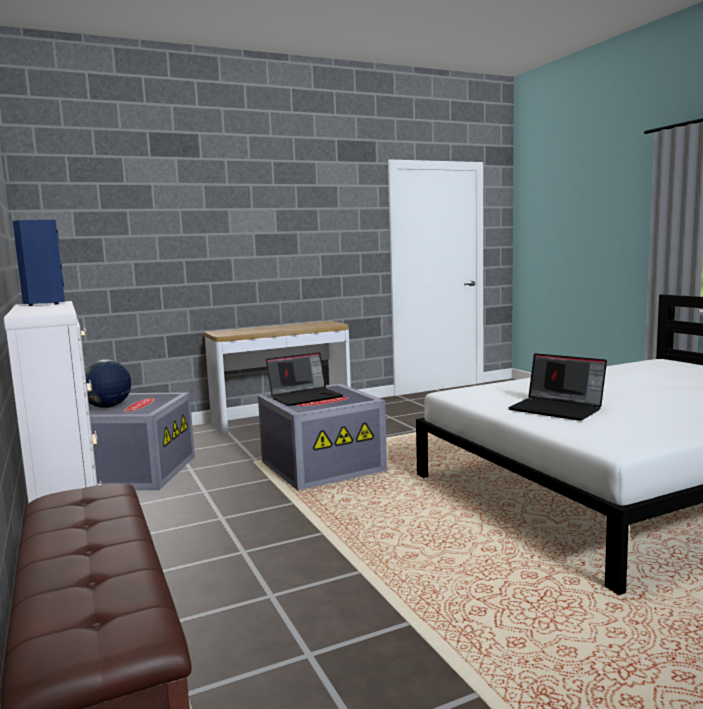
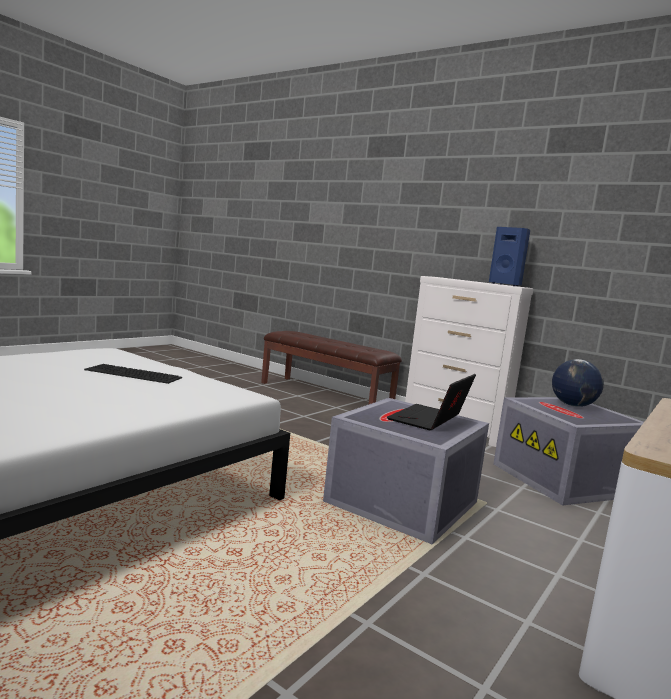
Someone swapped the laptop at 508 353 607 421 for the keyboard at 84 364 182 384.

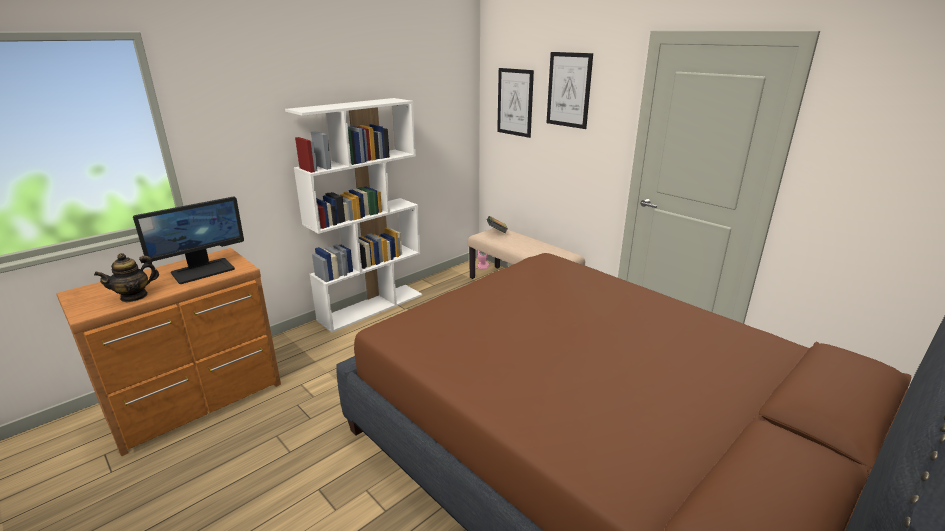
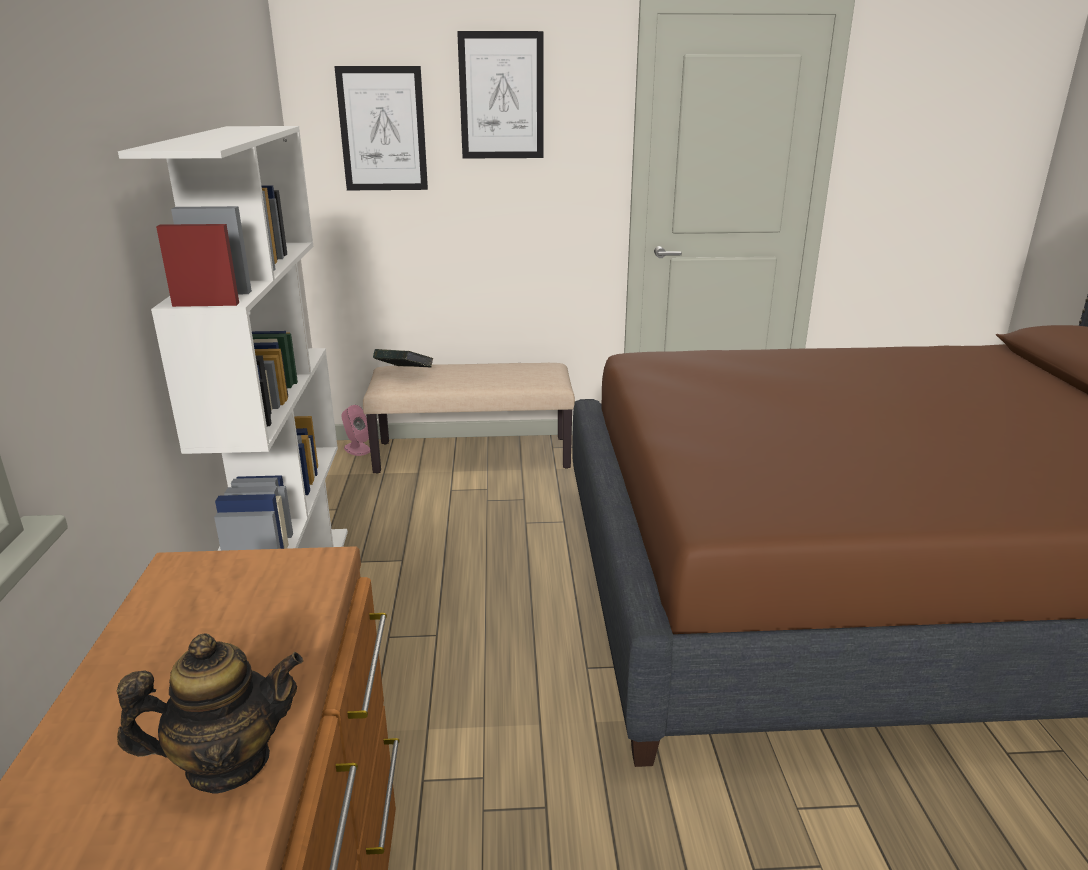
Someone rotated the teapot at 94 253 159 302 by 105 degrees counterclockwise.
Someone took away the monitor at 133 196 244 284.

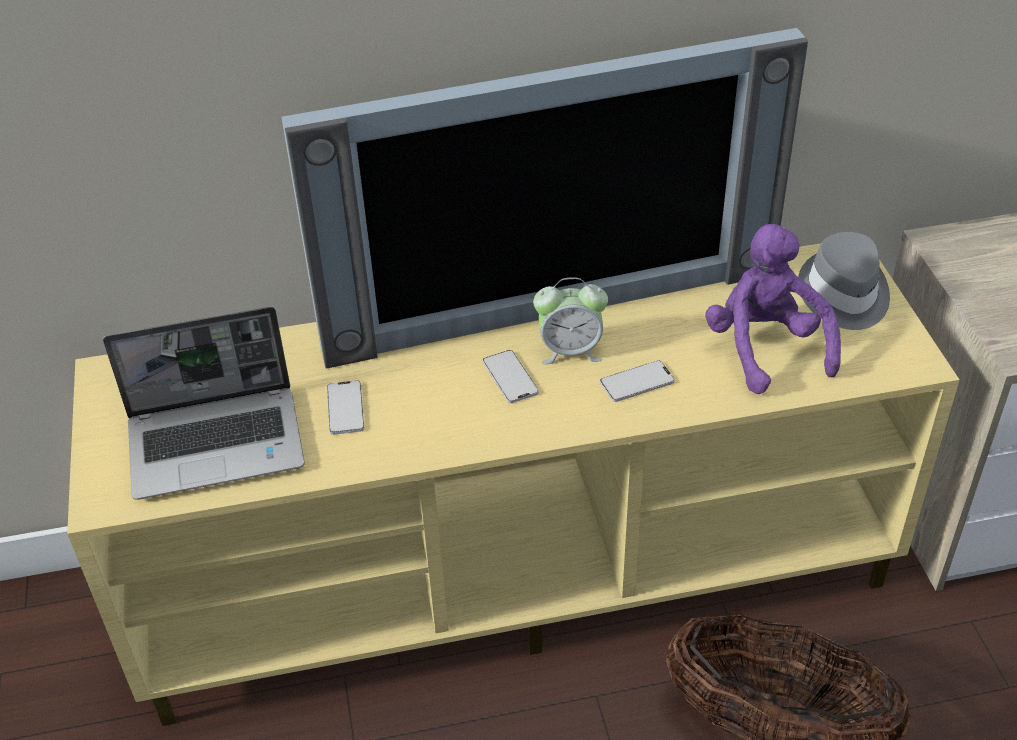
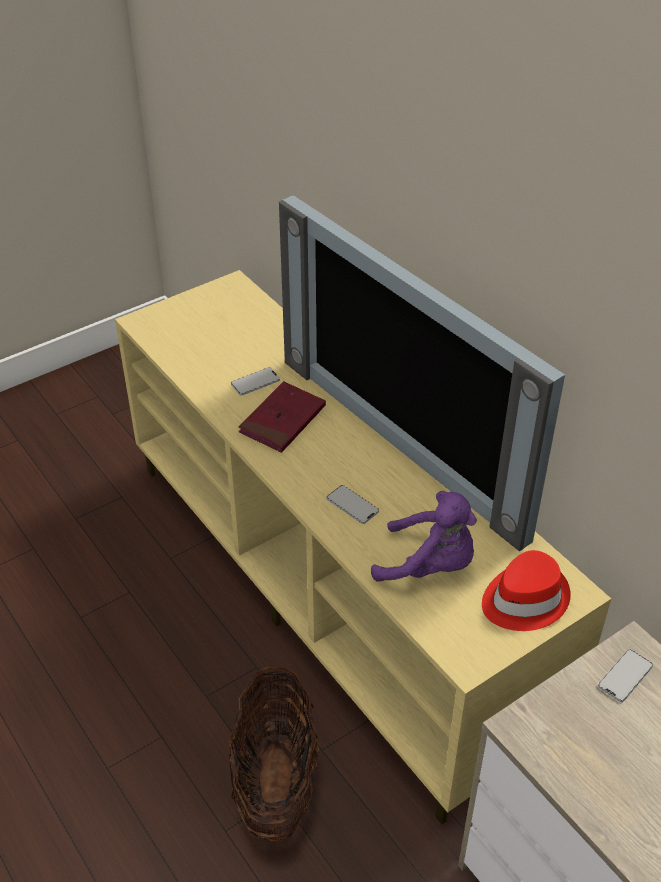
Someone put down the red book at 239 381 326 453.
Someone rotated the purple plush toy at 705 224 841 394 by 60 degrees clockwise.
Someone repainted the grey hat at 798 232 890 330, which became the red hat at 482 550 571 631.
Someone carried the phone from 483 350 539 403 to 598 649 653 702.
Someone took away the laptop at 103 307 305 500.
Someone took away the alarm clock at 533 277 608 364.

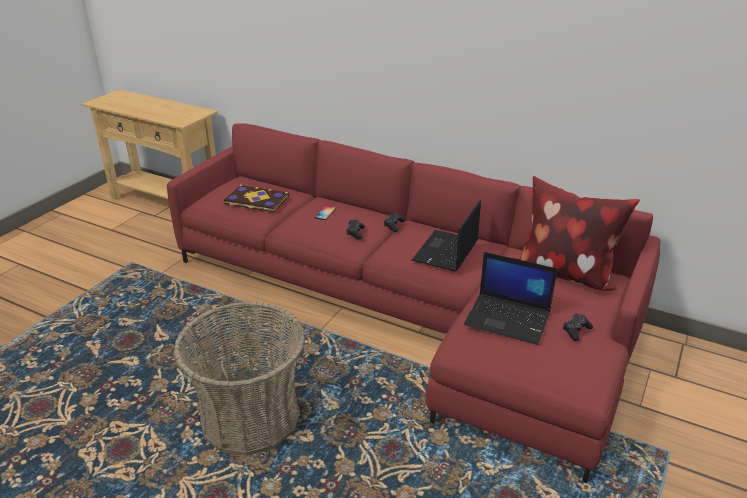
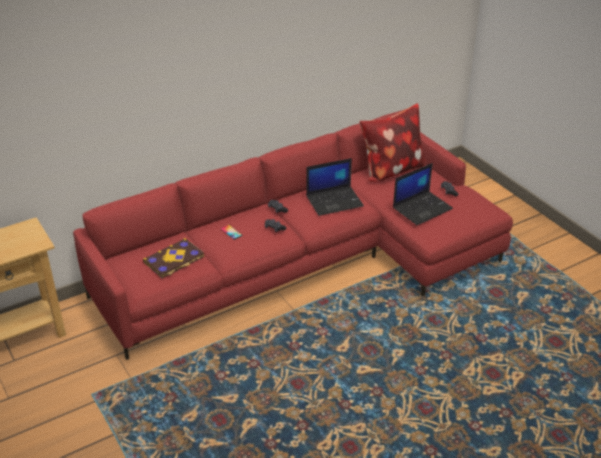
Someone rotated the laptop at 411 200 481 272 by 75 degrees counterclockwise.
Someone took away the basket at 174 302 305 456.

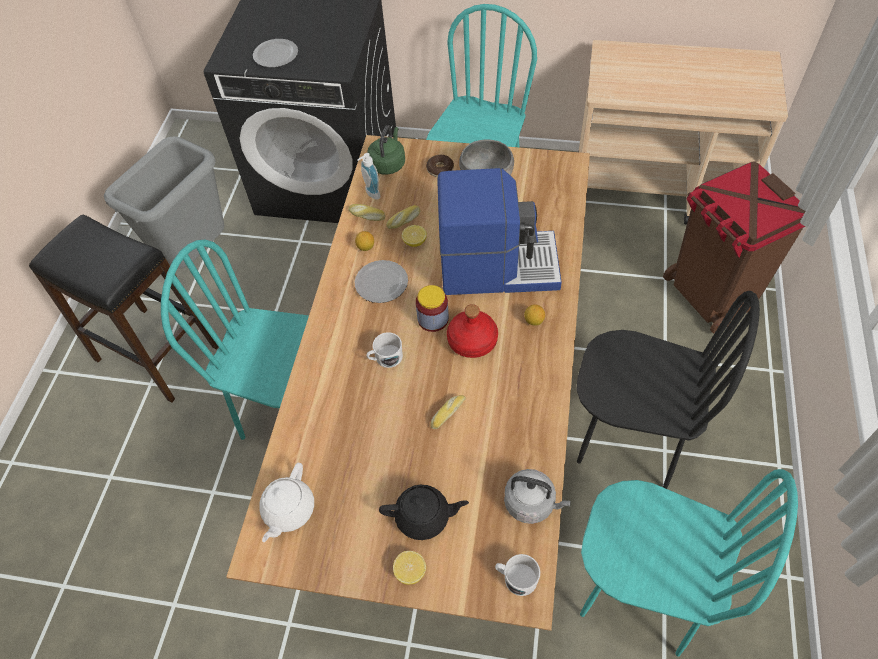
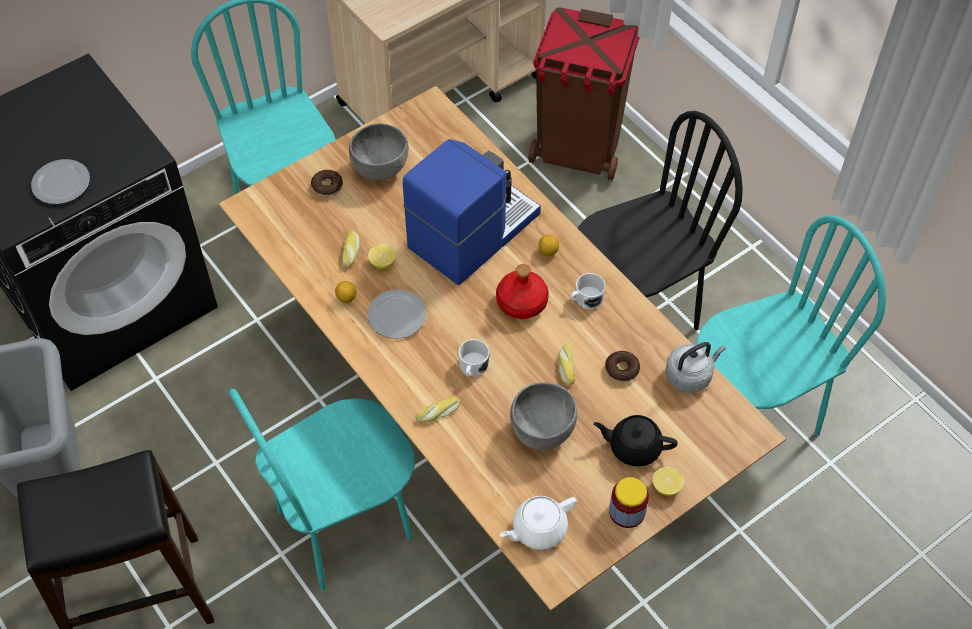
Someone carried the bread from 349 204 385 221 to 416 396 461 422.
Someone rotated the white teapot at 259 463 314 542 by 90 degrees clockwise.
Someone put down the grey bowl at 510 382 577 450.
Someone carried the white mug from 495 554 540 596 to 570 273 606 309.
Someone rotated the black teapot at 379 485 469 540 by 120 degrees counterclockwise.
Someone put down the donut at 605 351 640 382.
Someone carried the jar from 416 285 449 332 to 609 477 649 528.
Someone took away the soap dispenser at 357 153 380 200.
Someone took away the green kettle at 367 125 405 175.

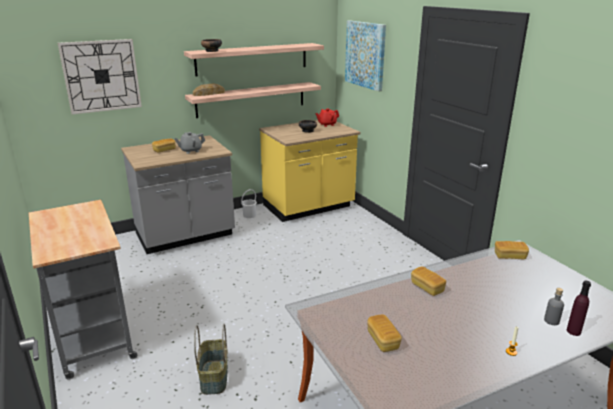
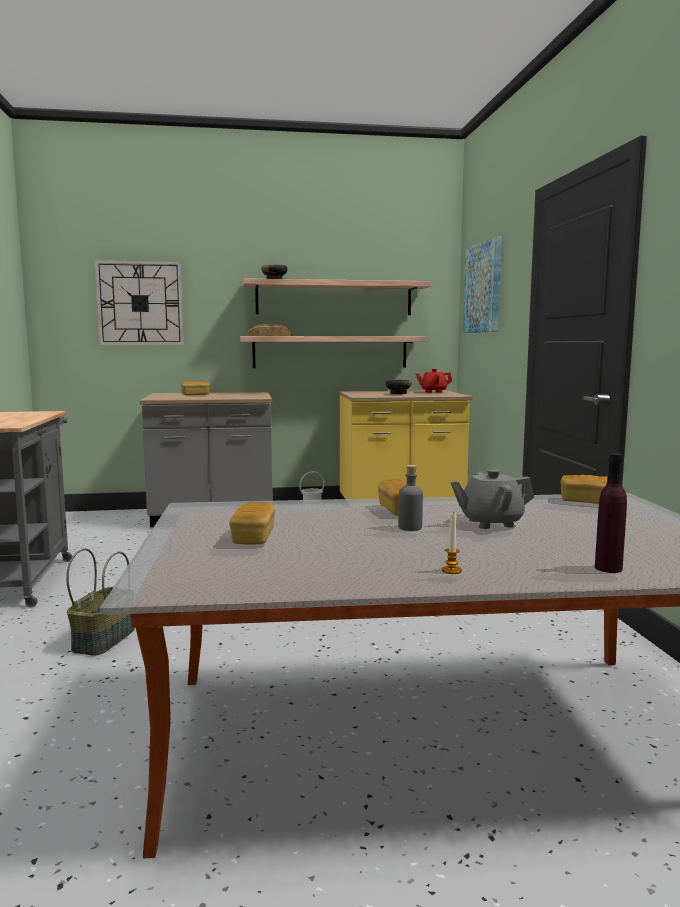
Someone carried the grey bottle from 544 288 564 325 to 398 465 423 531.
Someone carried the grey teapot from 174 132 205 154 to 451 469 534 529.

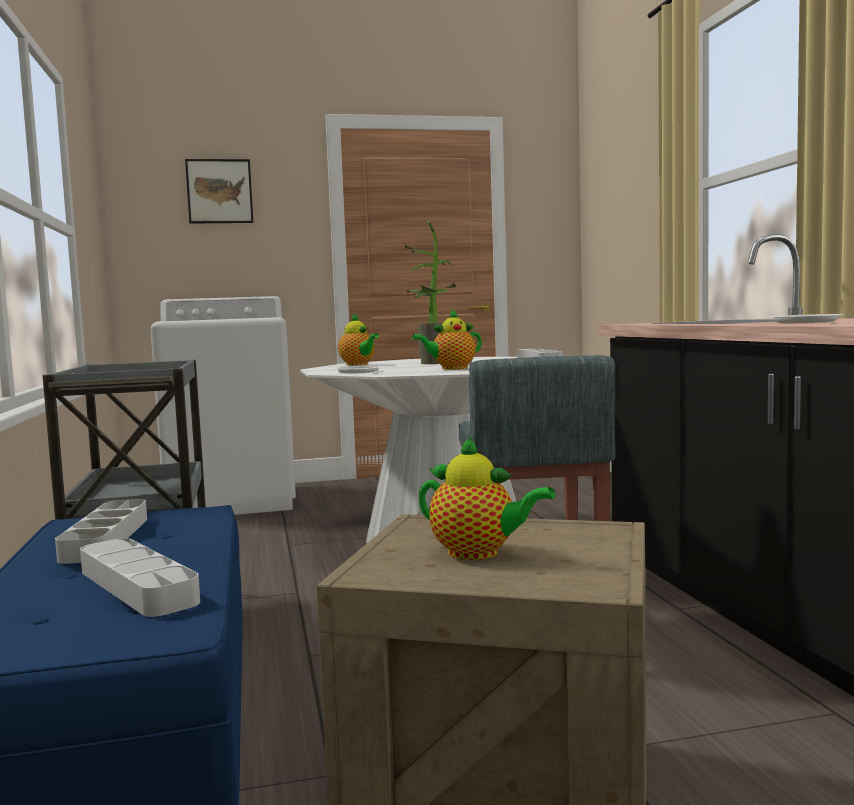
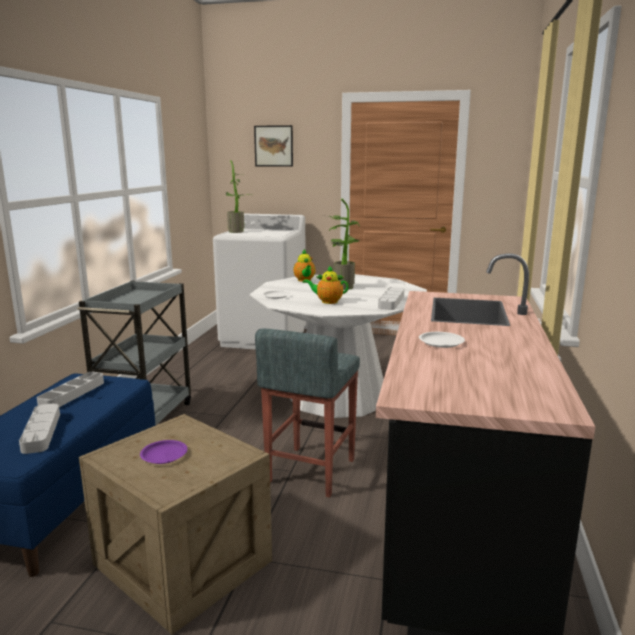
Someone swapped the teapot at 418 436 556 560 for the purple plate at 140 440 188 464.
Someone put down the potted plant at 225 160 251 233.

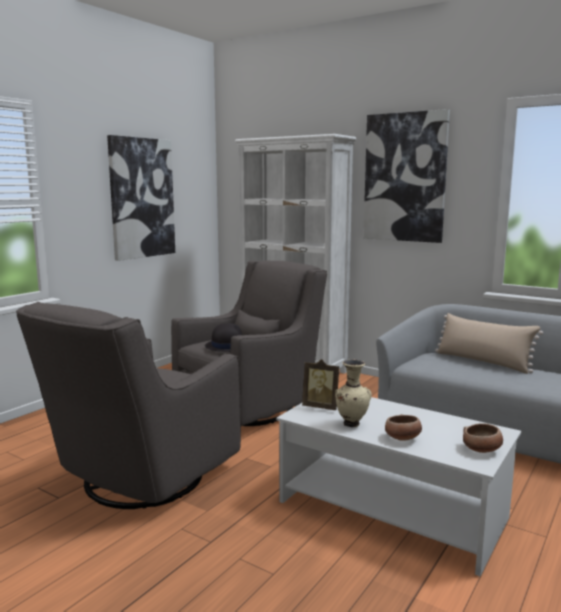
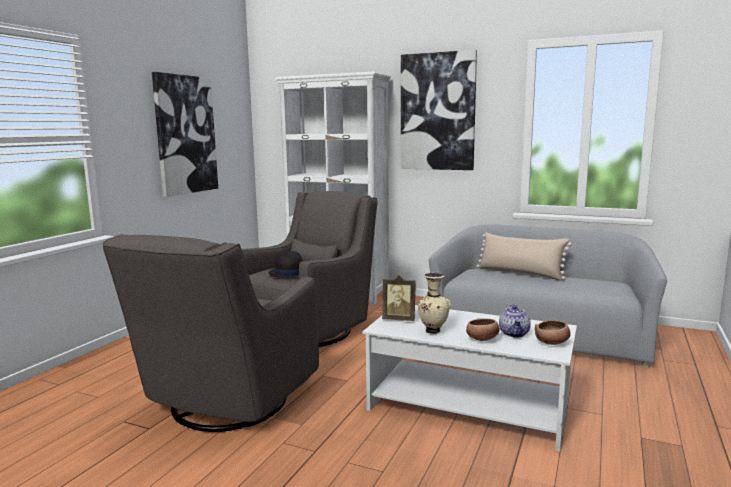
Someone put down the teapot at 499 304 531 338.

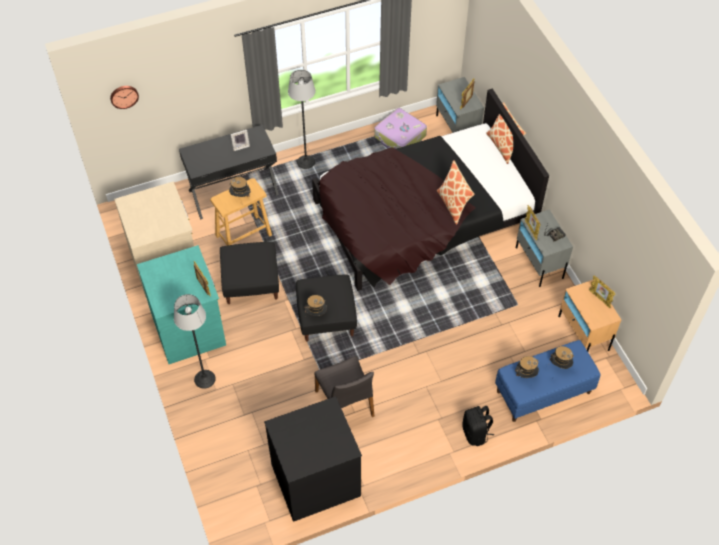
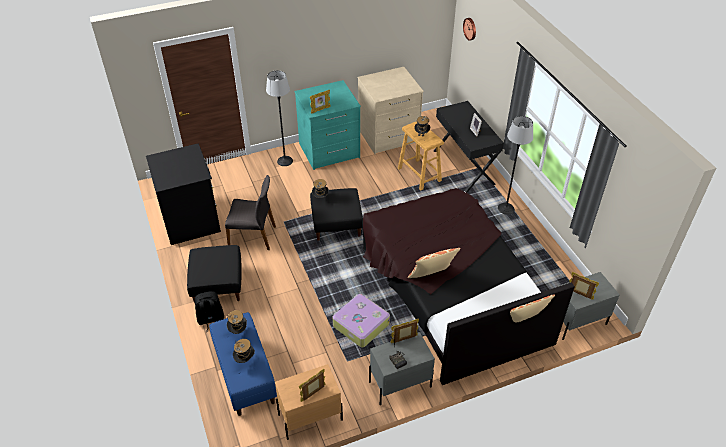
Someone carried the black ottoman from 220 242 279 304 to 187 245 242 303.
Someone rotated the grey chair at 314 356 374 417 by 150 degrees counterclockwise.
Someone carried the suitcase from 374 108 427 149 to 333 294 390 348.

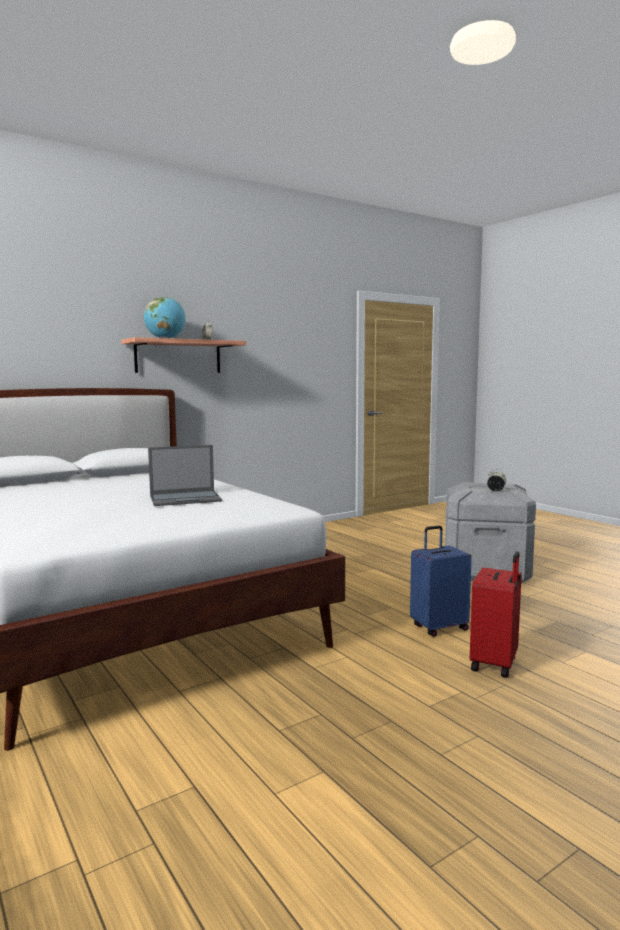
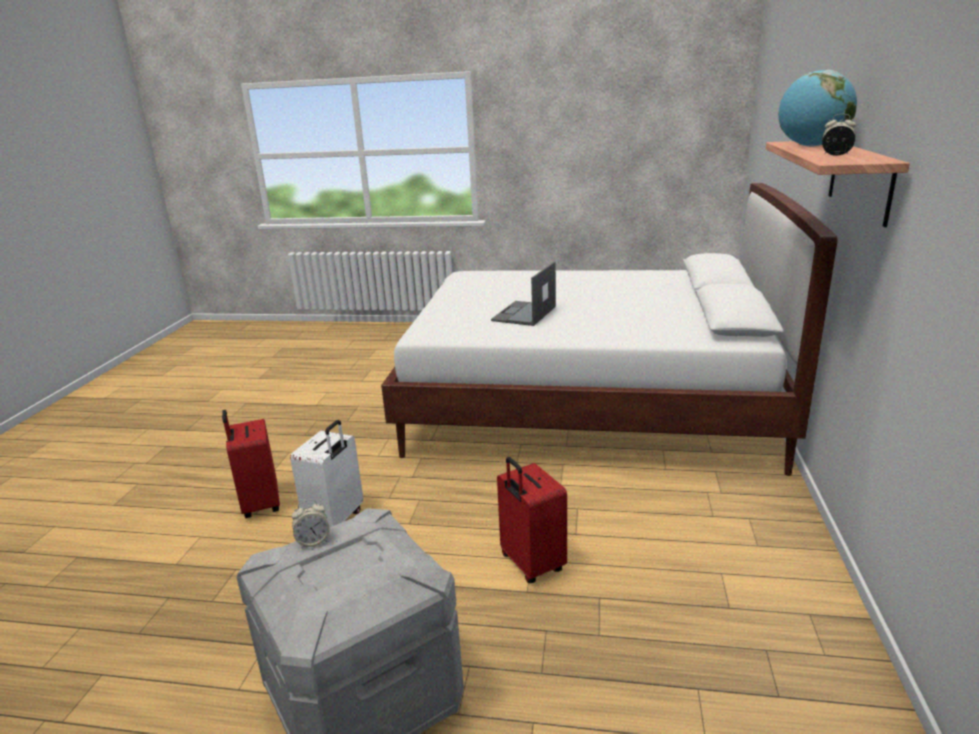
Someone repainted the blue suitcase at 410 526 472 637, which became the white suitcase at 290 420 363 527.
Someone put down the red suitcase at 497 457 567 583.

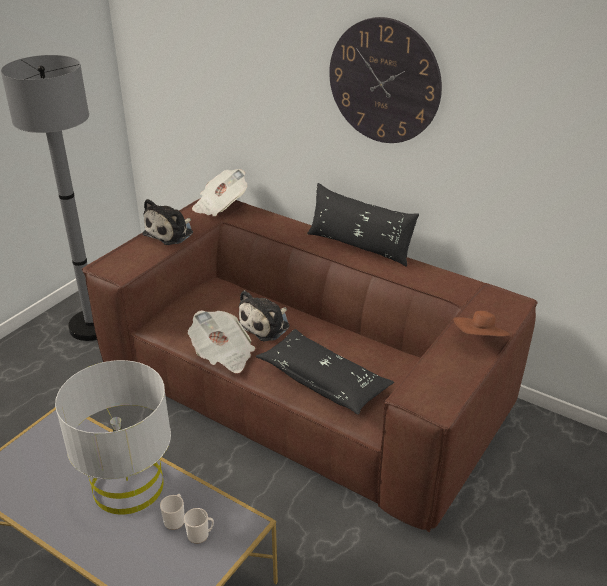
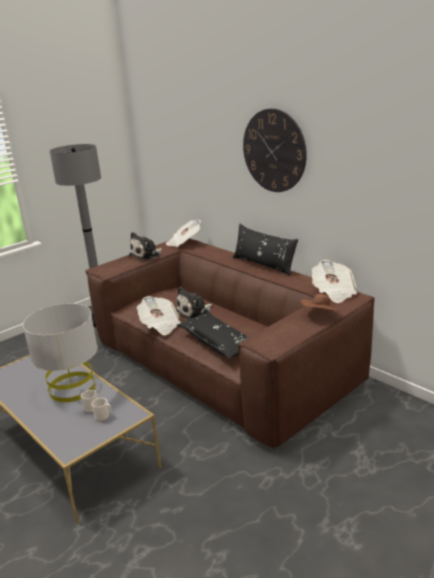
Someone put down the newspaper at 312 260 357 303.

